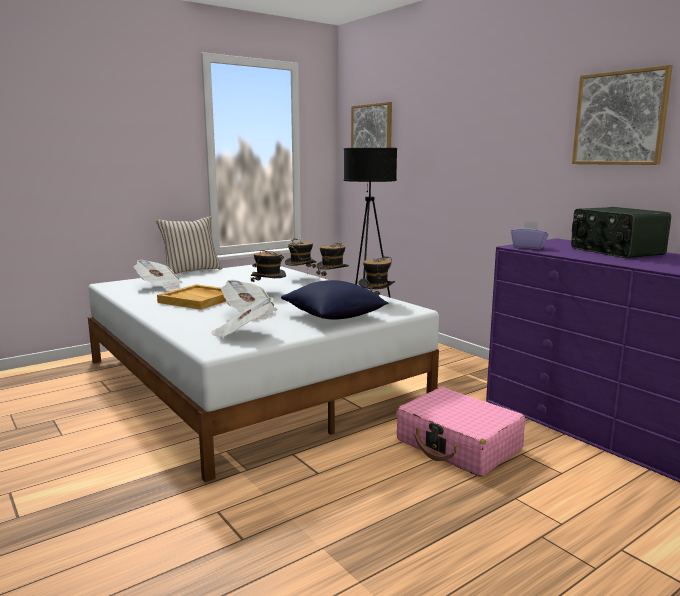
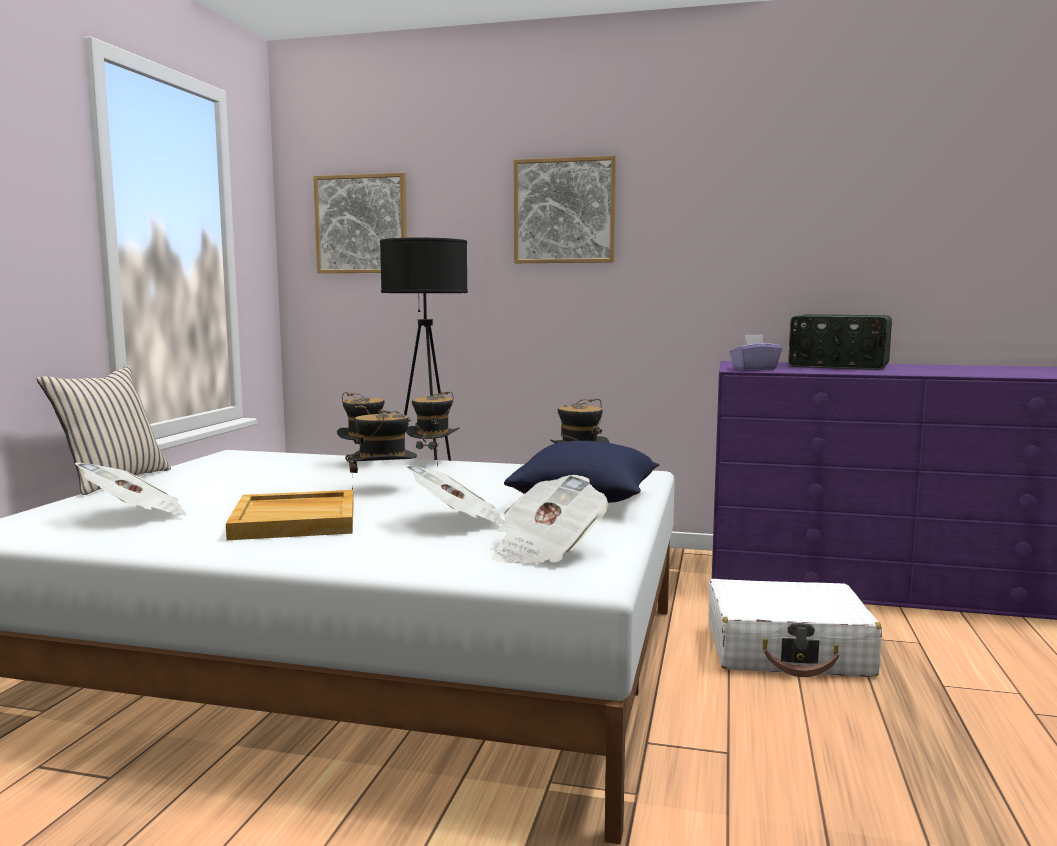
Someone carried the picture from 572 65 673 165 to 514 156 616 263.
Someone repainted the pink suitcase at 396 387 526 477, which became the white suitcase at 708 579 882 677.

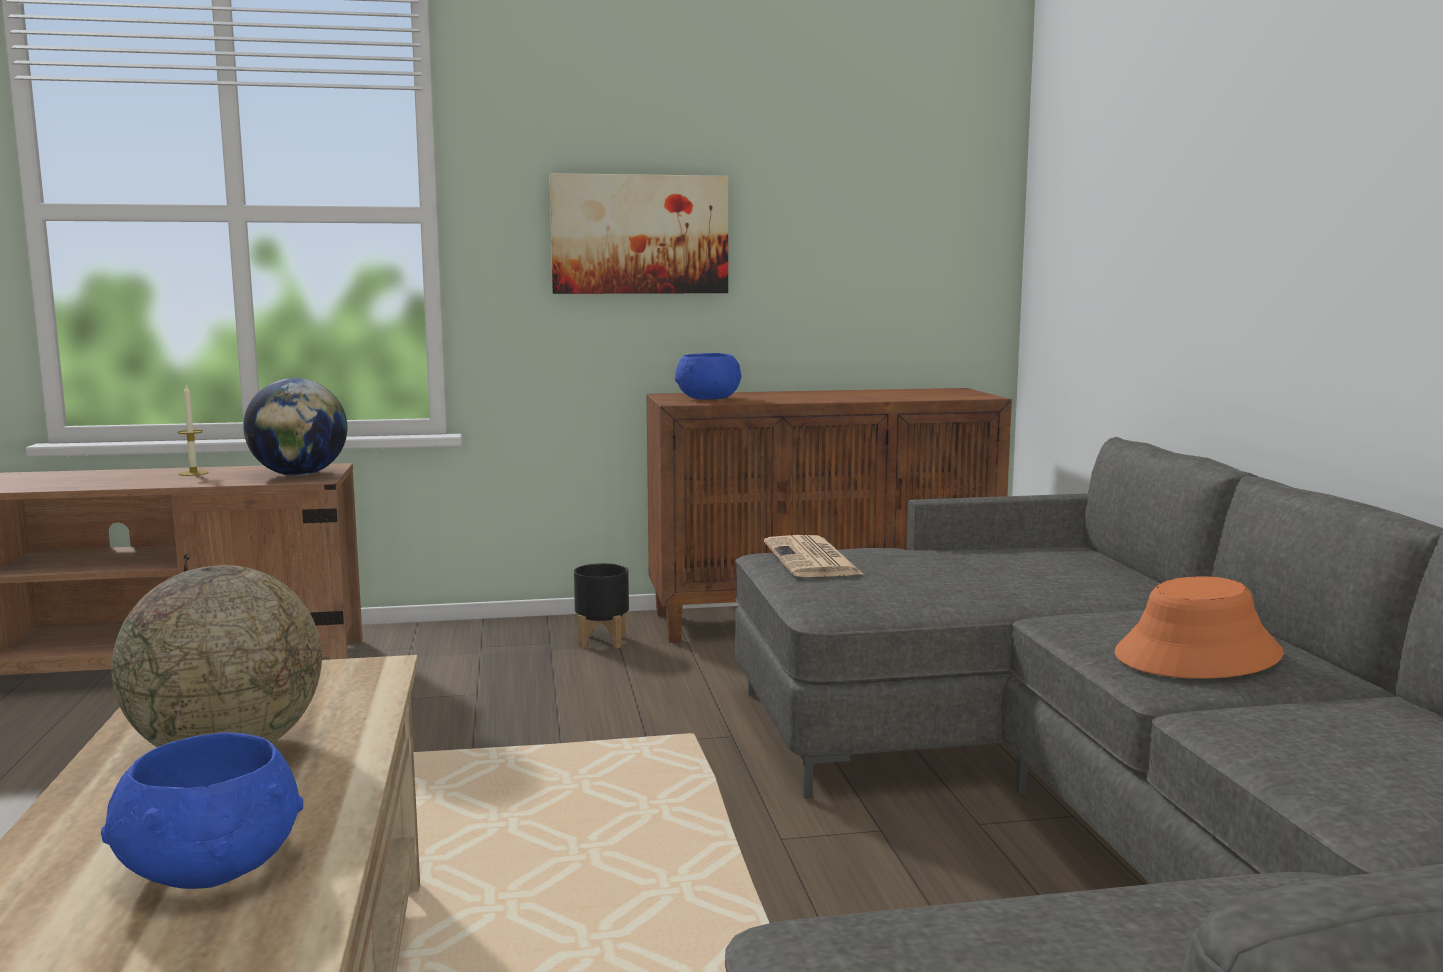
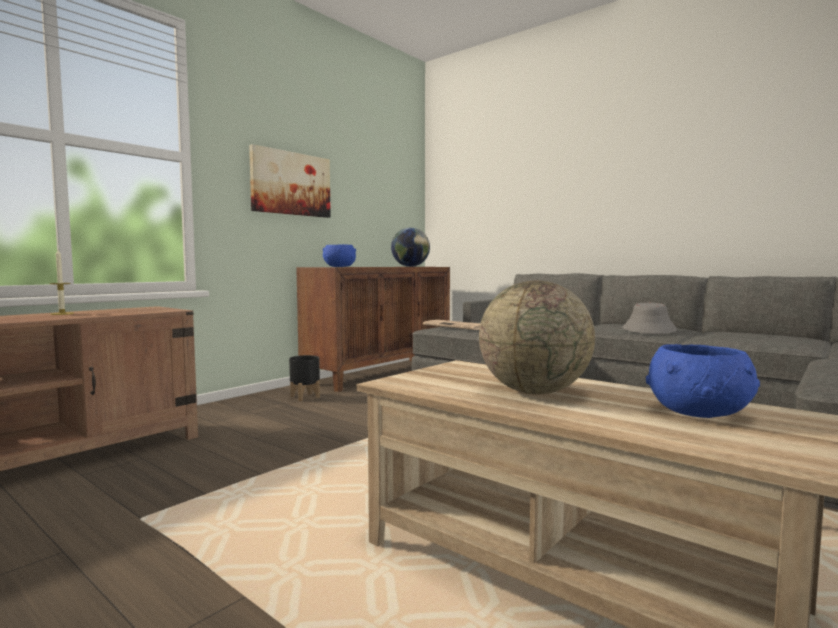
Someone carried the globe from 243 378 347 476 to 391 228 430 267.
Someone repainted the orange hat at 1115 576 1284 679, which became the grey hat at 623 303 677 334.

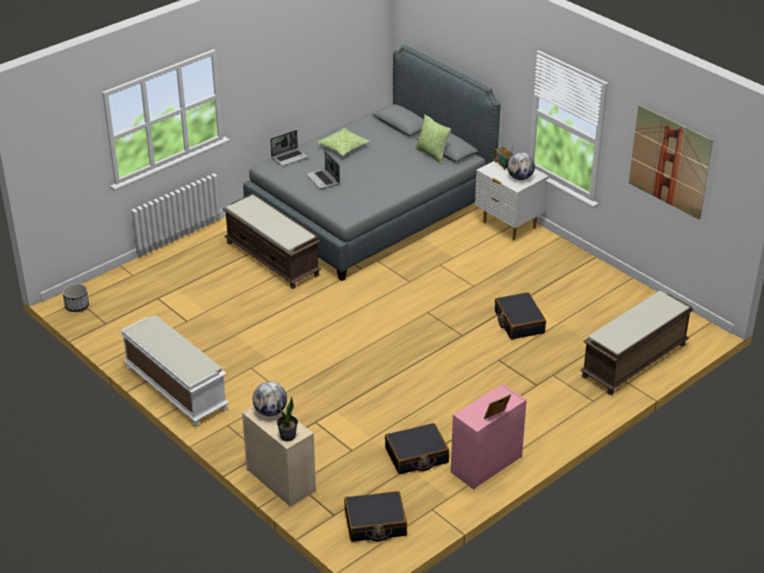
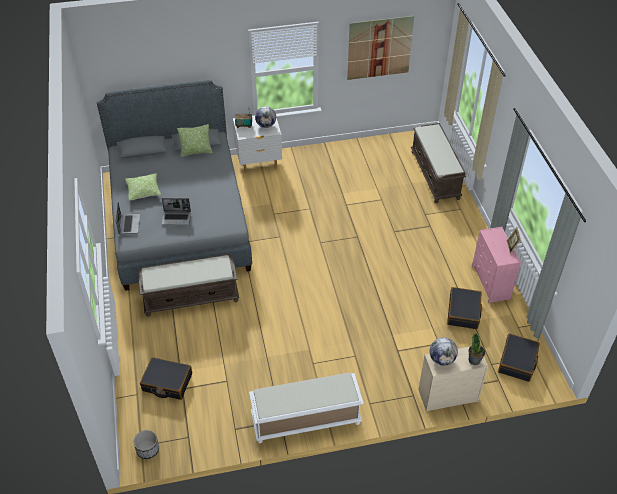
Someone carried the black suitcase from 495 292 546 340 to 140 357 192 400.

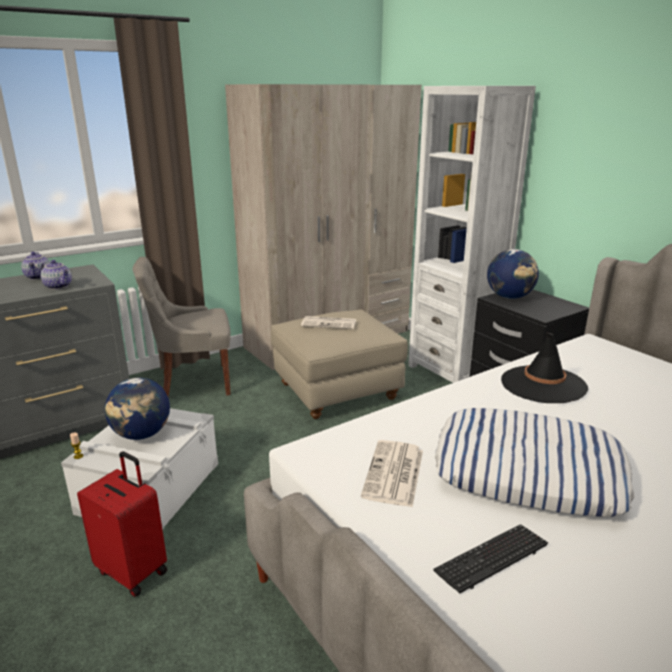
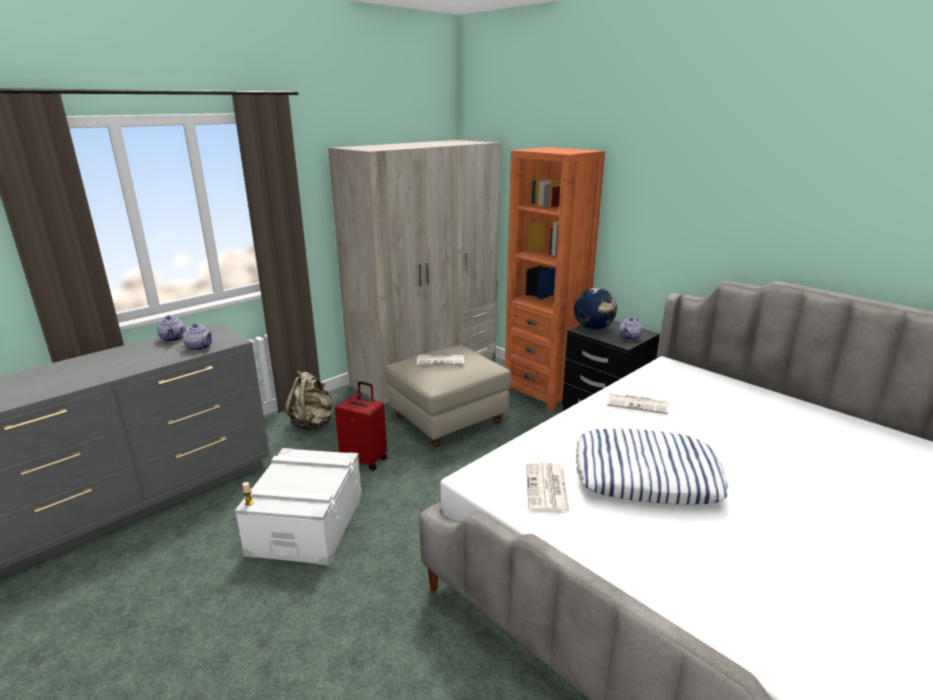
Someone swapped the grey chair at 133 257 231 397 for the beige backpack at 285 370 332 430.
Someone carried the red suitcase from 77 451 167 597 to 335 381 387 471.
Someone repainted the white bookcase at 408 86 536 383, which became the orange bookcase at 505 147 605 412.
Someone swapped the black hat at 501 333 588 403 for the newspaper at 607 392 668 414.
Someone put down the teapot at 619 317 642 341.
Someone took away the globe at 105 377 170 440.
Someone took away the keyboard at 433 524 548 593.

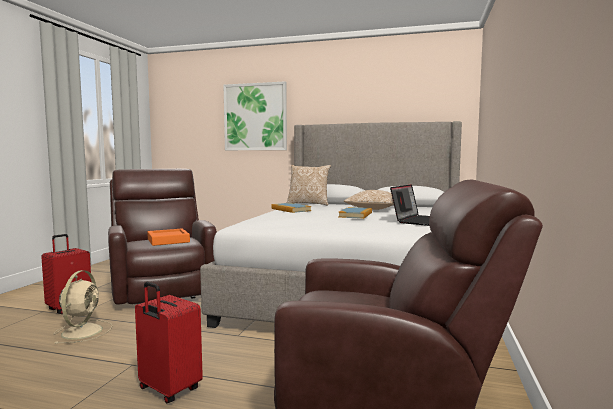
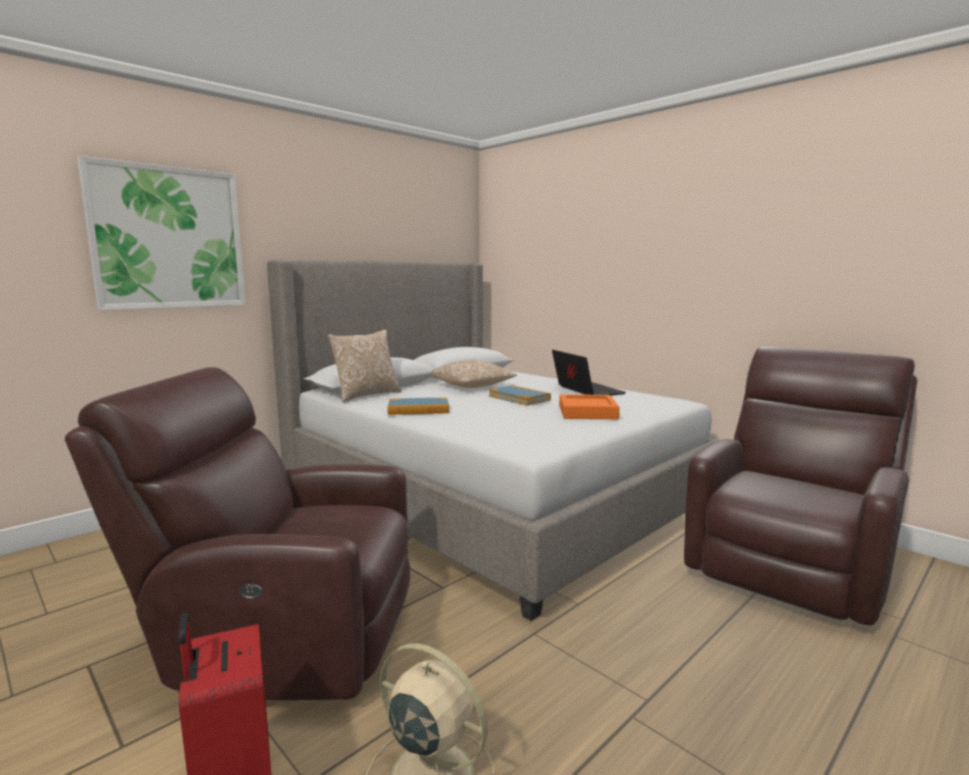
Someone carried the orange tray from 147 229 190 246 to 559 394 620 419.
Someone took away the red suitcase at 135 282 203 403.

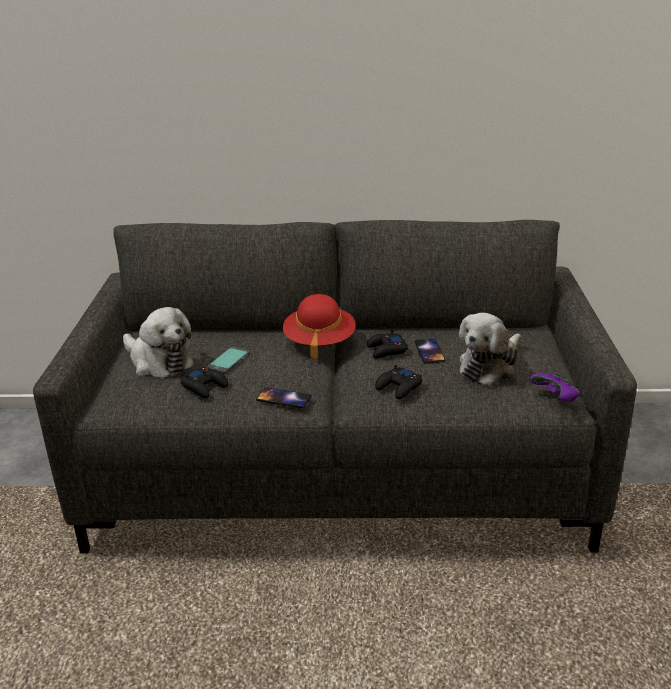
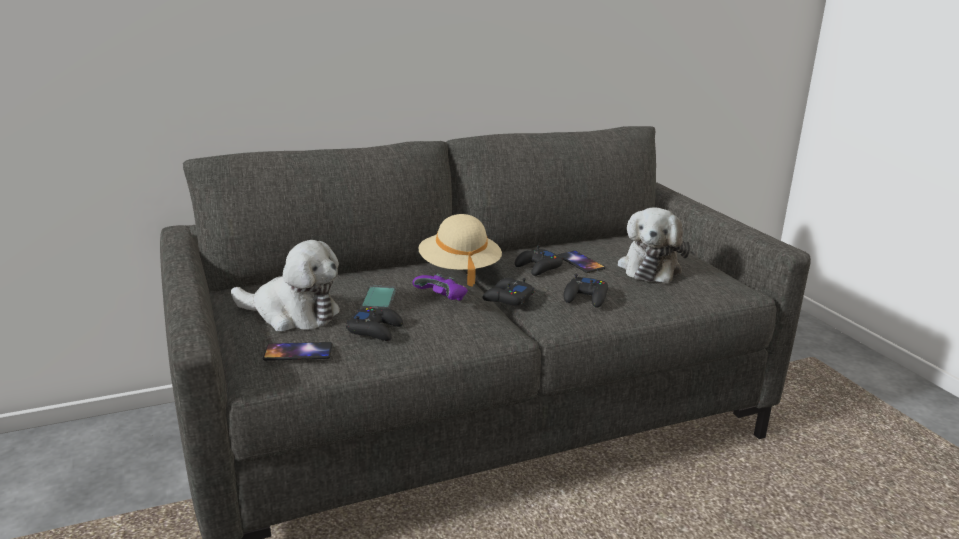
Someone carried the phone from 256 387 312 408 to 263 342 332 361.
Someone carried the purple game controller from 530 372 580 402 to 412 273 468 301.
Someone repainted the red hat at 283 294 356 360, which became the beige hat at 418 214 502 287.
Someone put down the black game controller at 483 278 534 306.

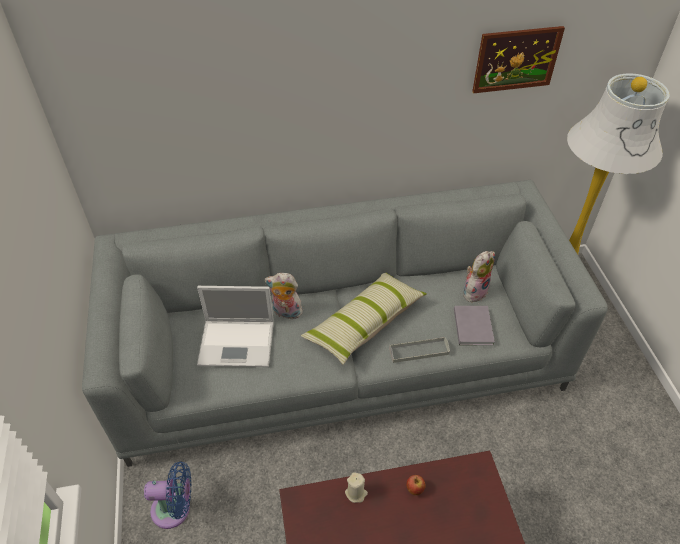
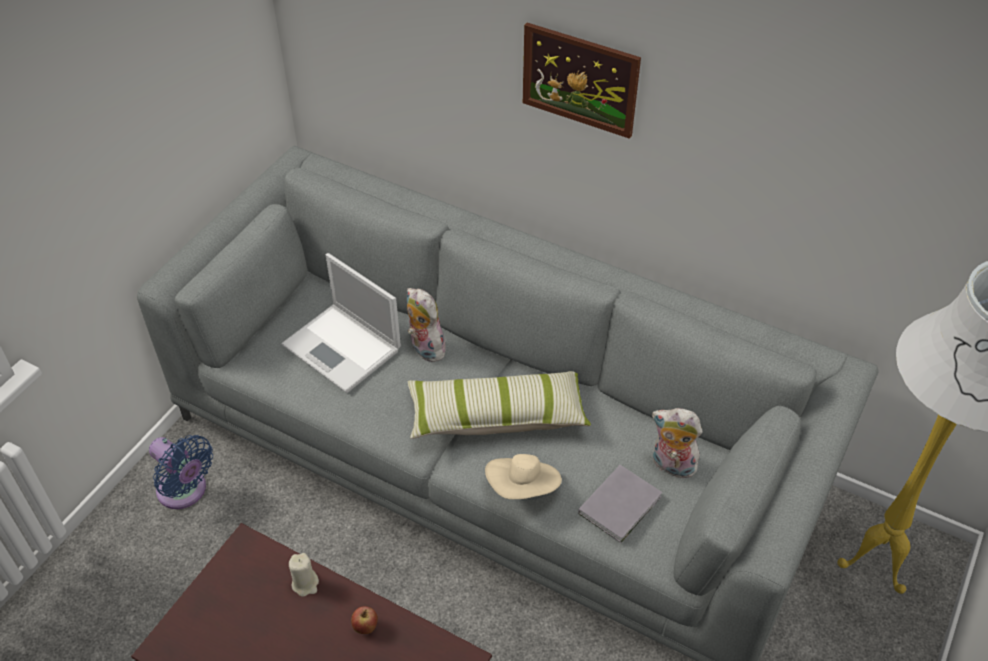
Someone swapped the grey tray at 389 337 450 363 for the beige hat at 485 454 562 499.
Someone carried the picture from 472 26 565 93 to 523 23 641 139.
Someone rotated the plush toy at 463 251 495 302 by 150 degrees counterclockwise.

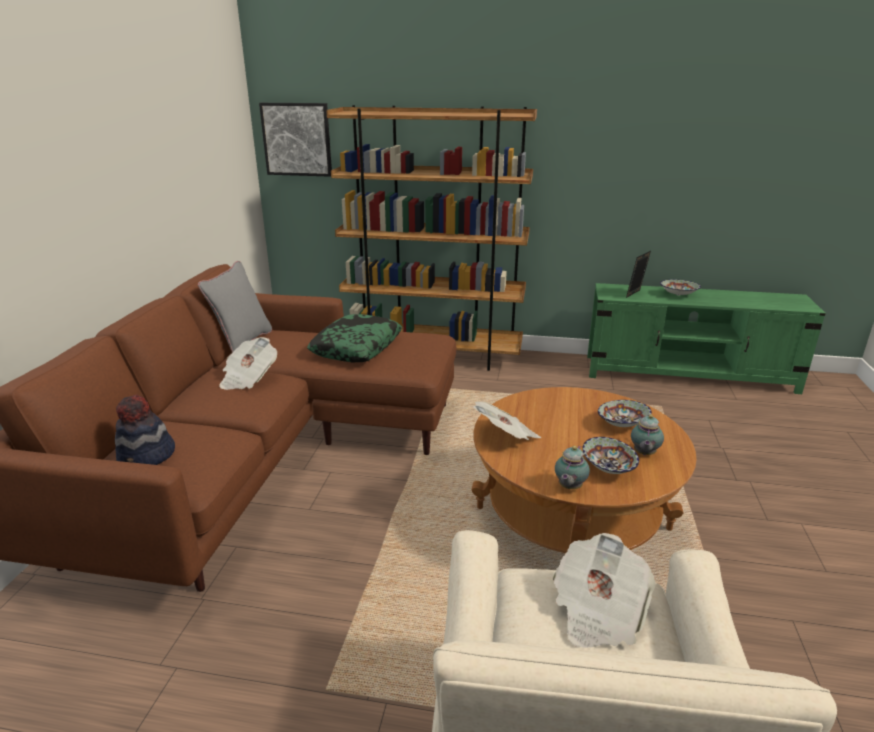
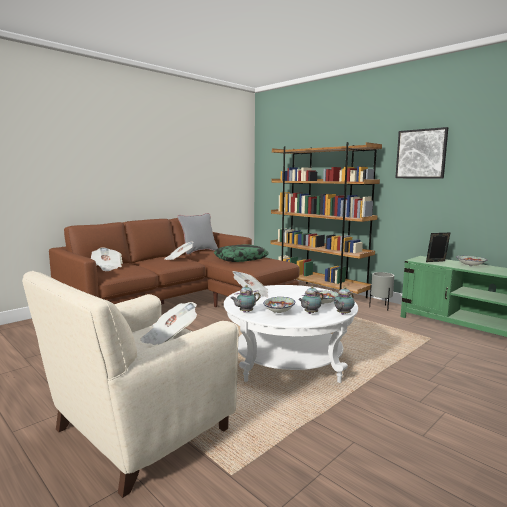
Someone swapped the hat at 115 395 175 465 for the newspaper at 91 247 122 271.
Someone repainted the brown coffee table at 472 387 697 553, which became the white coffee table at 224 285 358 383.
Someone put down the teapot at 334 287 355 315.
Someone put down the grey planter at 369 272 394 311.
Someone carried the picture from 259 103 332 177 to 395 127 448 179.

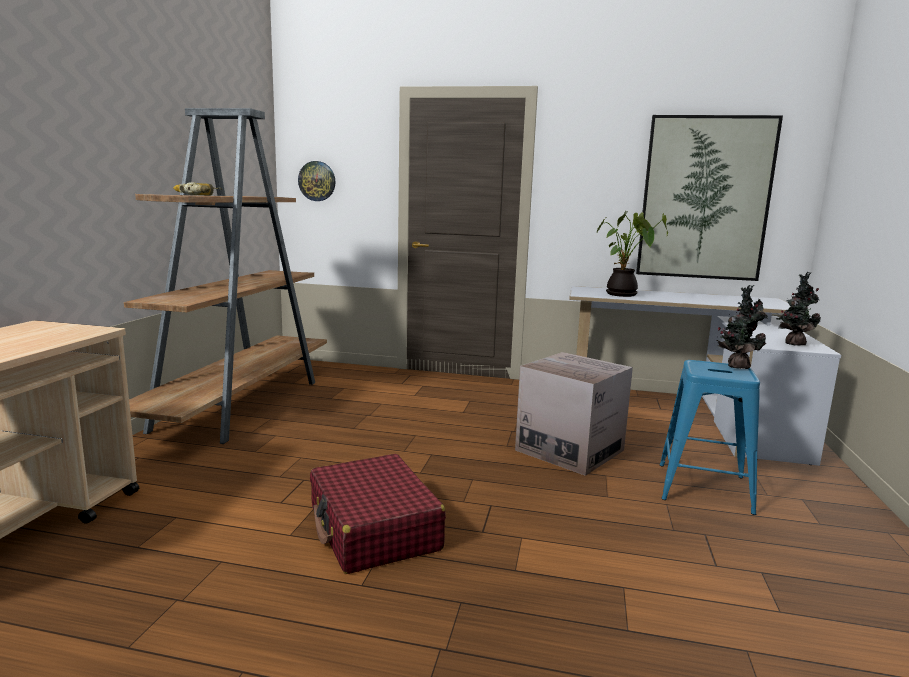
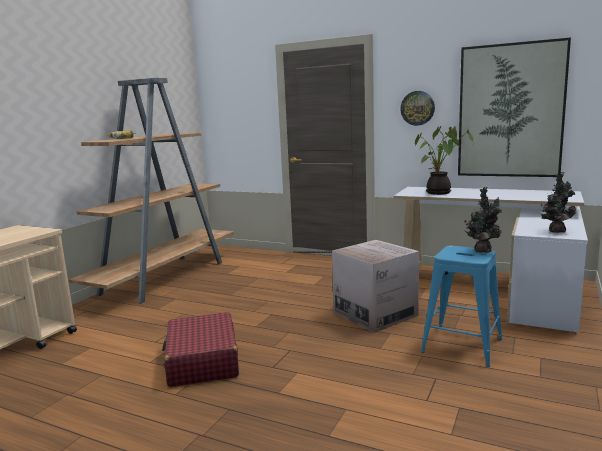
Someone carried the wall clock from 298 161 336 201 to 400 91 435 126.

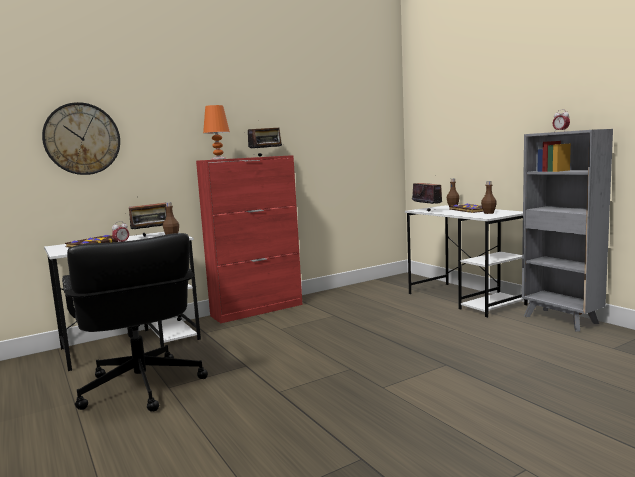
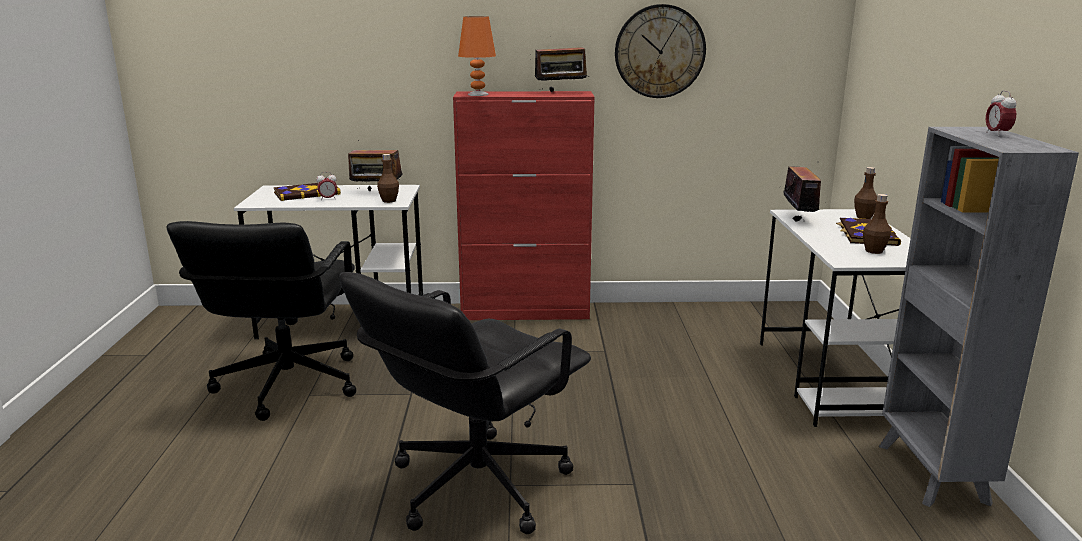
Someone put down the black office chair at 339 272 591 534.
Someone carried the wall clock from 42 102 120 175 to 615 4 706 98.

